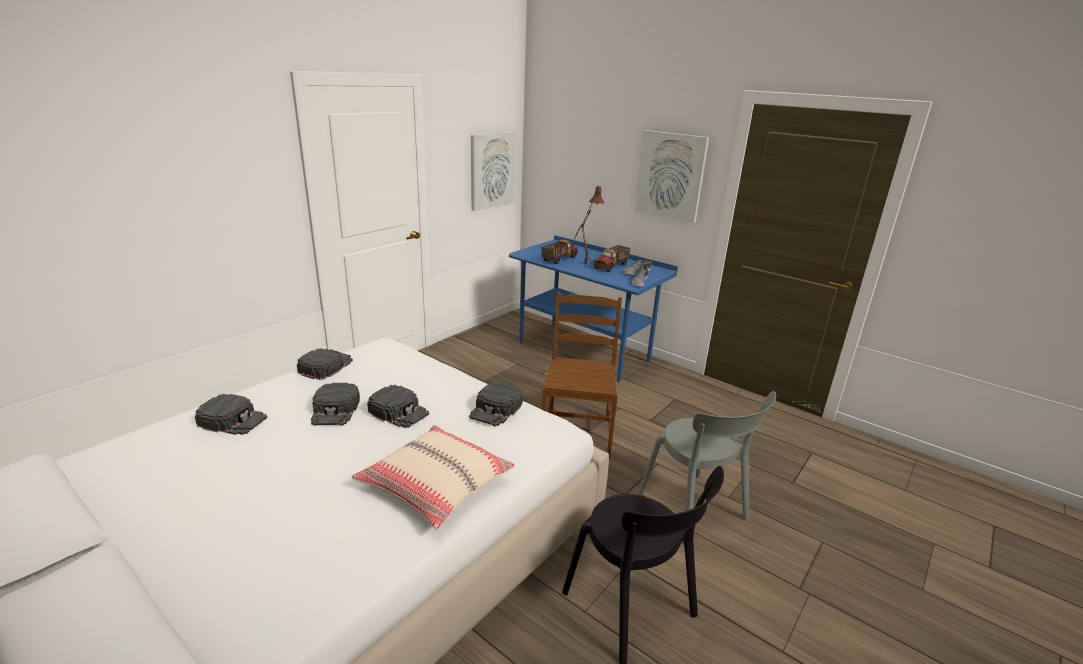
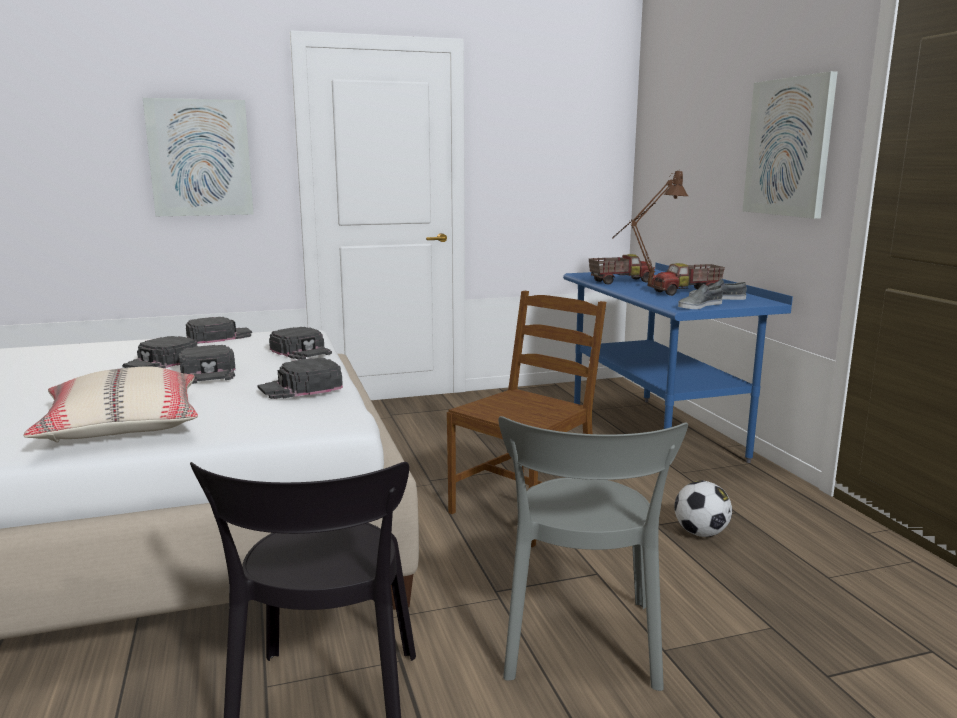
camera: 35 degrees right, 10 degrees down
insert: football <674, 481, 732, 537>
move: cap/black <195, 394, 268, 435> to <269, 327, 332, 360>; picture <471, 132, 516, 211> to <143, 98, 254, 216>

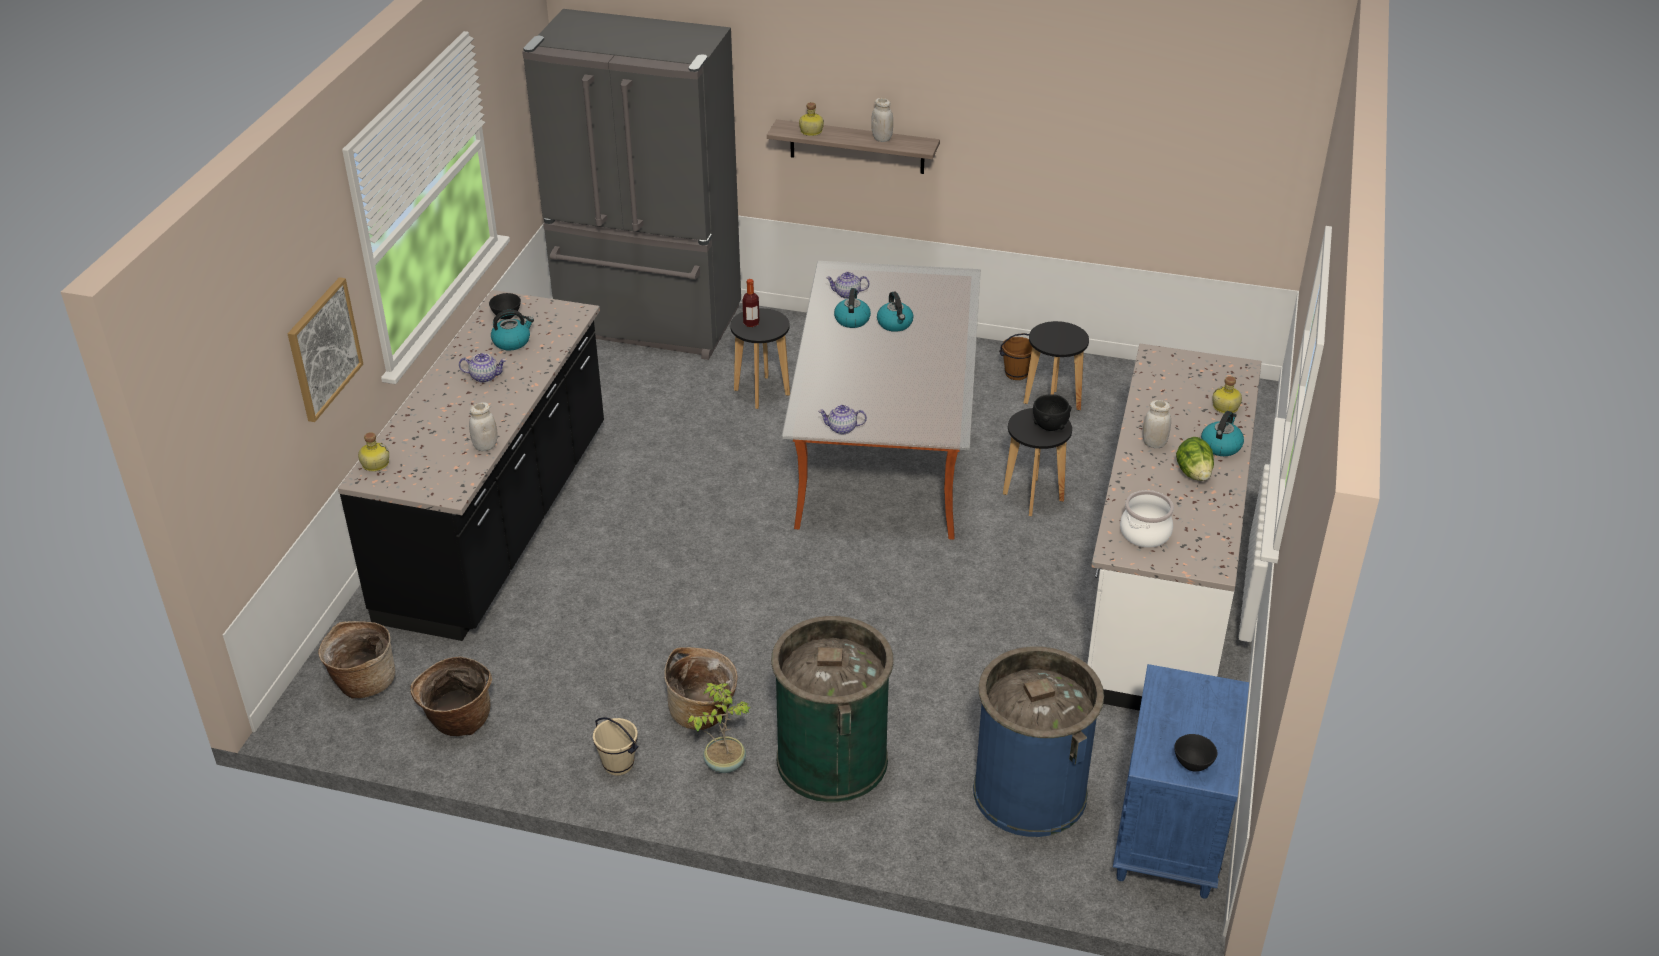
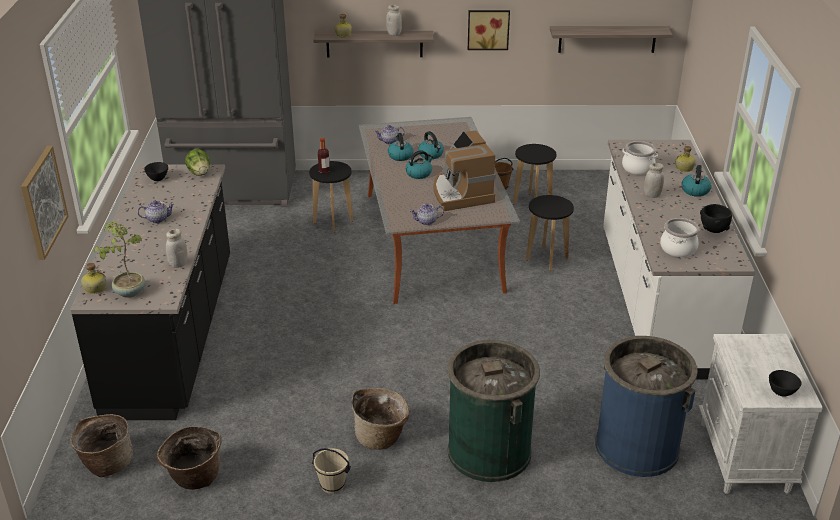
camera: 15 degrees left, 5 degrees down
insert: coffee machine <433, 131, 495, 211>; picture <468, 10, 510, 50>; shelf <550, 26, 673, 53>; cooking pot <622, 141, 658, 175>
move: kettle <491, 310, 534, 350> to <406, 150, 434, 179>; potted plant <687, 683, 750, 773> to <94, 222, 145, 298>; bowl/black <1033, 394, 1072, 431> to <700, 204, 732, 233>; lettuce <1176, 437, 1214, 481> to <185, 149, 210, 176>
recolor: nightstand/blue <1113, 664, 1249, 899> to nightstand/white <699, 334, 822, 494>

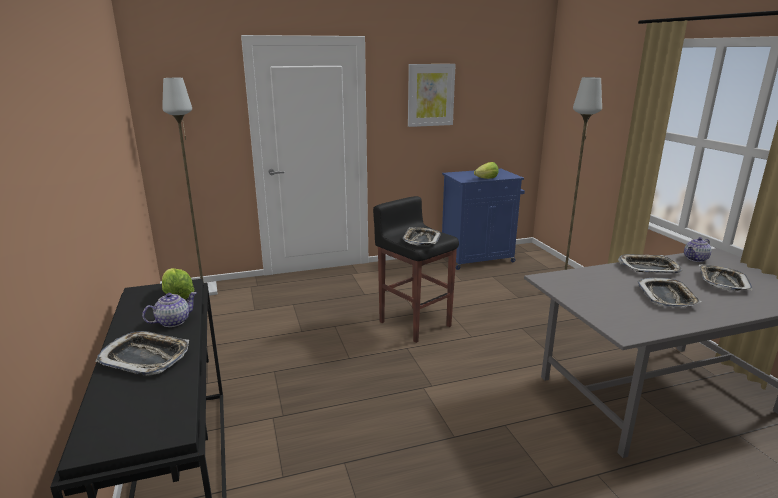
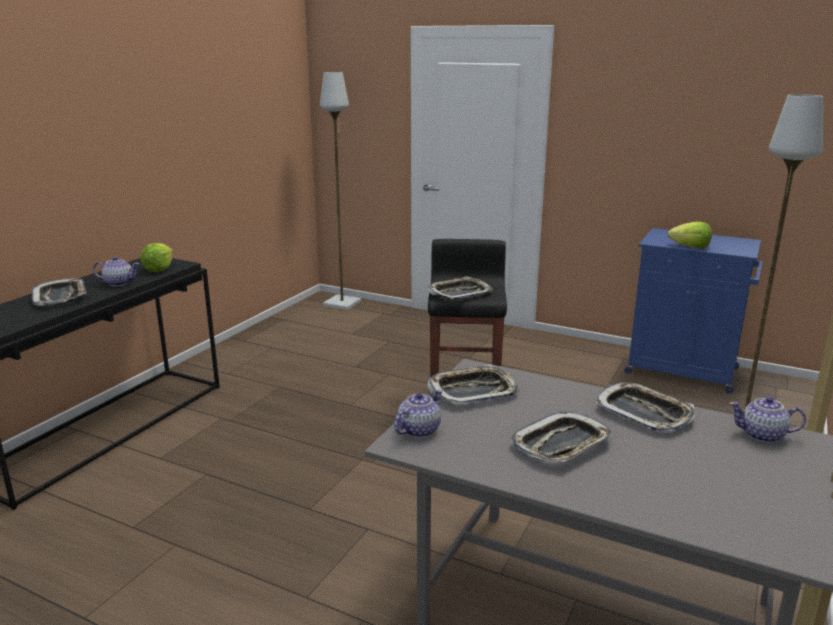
camera: 45 degrees right, 0 degrees up
delete: picture <408, 64, 456, 127>
insert: teapot <394, 390, 443, 438>
move: tray <699, 264, 753, 291> to <427, 365, 519, 404>

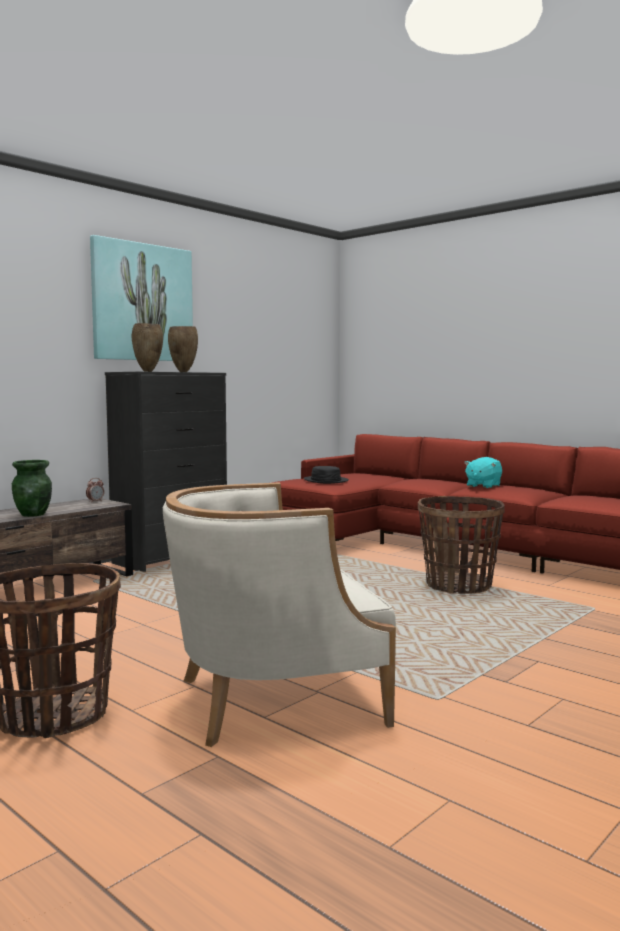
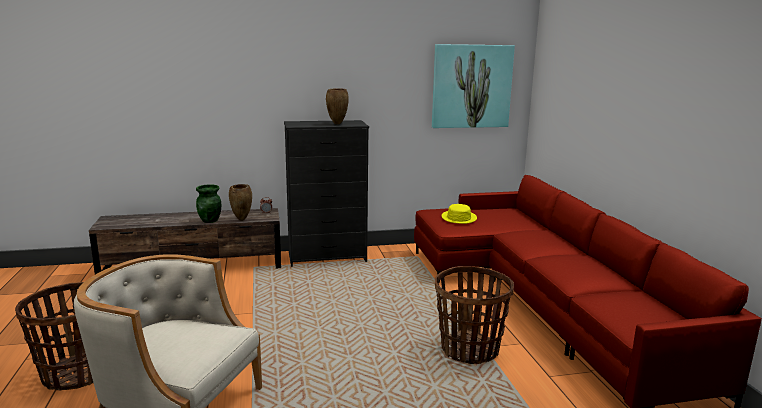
camera: 35 degrees right, 10 degrees up
delete: plush toy/turquoise <464, 457, 502, 488>
move: picture <90, 235, 193, 361> to <432, 44, 515, 128>; vase/brown <132, 323, 163, 372> to <229, 184, 252, 221>
recolor: hat/black <304, 466, 349, 484> to hat/yellow <442, 204, 477, 224>

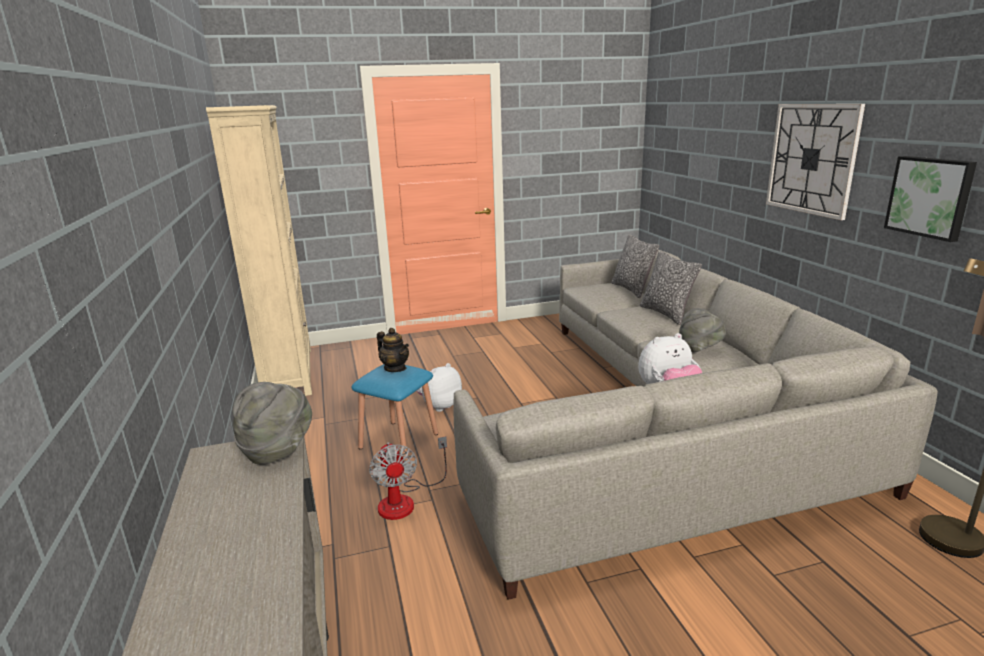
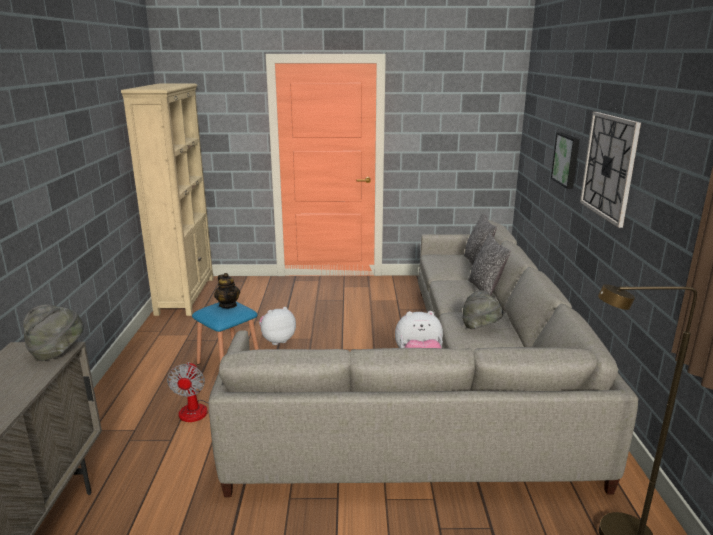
camera: 15 degrees right, 0 degrees up
move: picture <884, 156, 977, 242> to <551, 133, 580, 189>

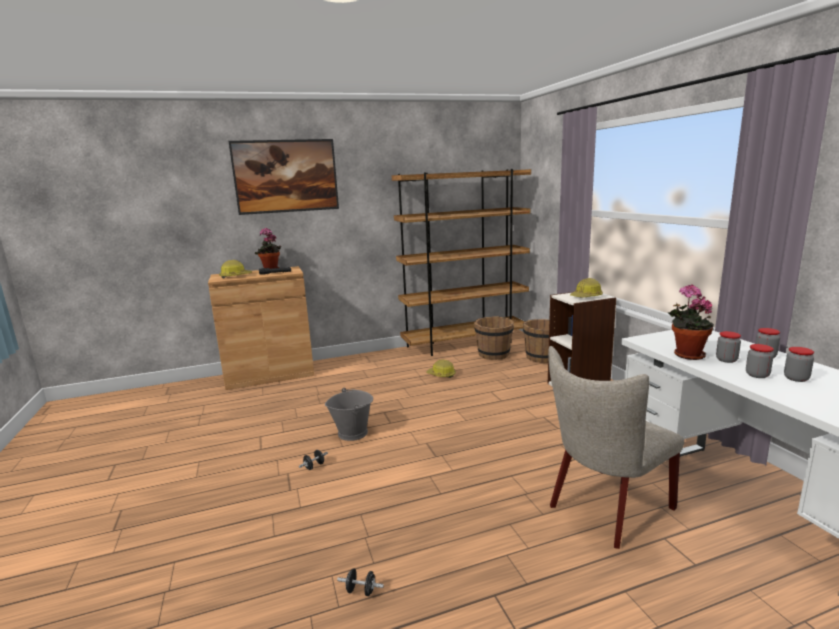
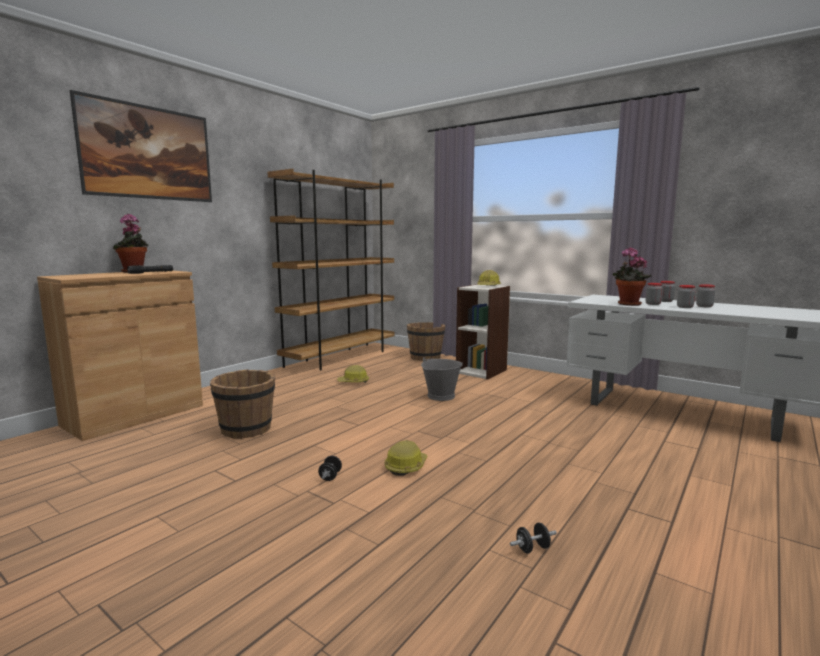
camera: 35 degrees left, 5 degrees down
delete: chair/beige <548, 346, 684, 549>
move: hard hat <219, 260, 252, 278> to <385, 440, 428, 476>; bucket/grey <325, 388, 373, 441> to <421, 357, 463, 401>; bucket/brown <474, 316, 514, 360> to <210, 369, 275, 439>

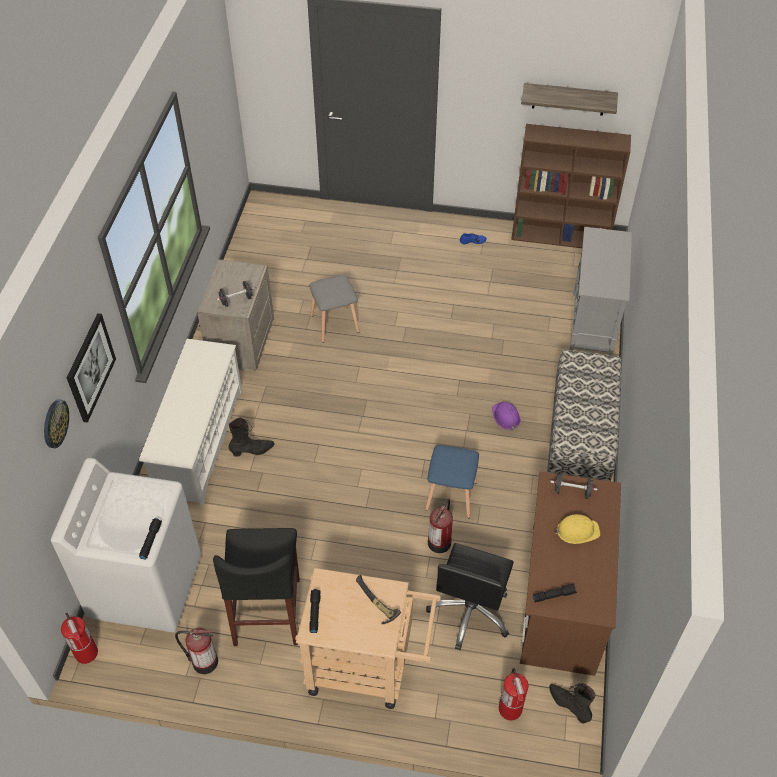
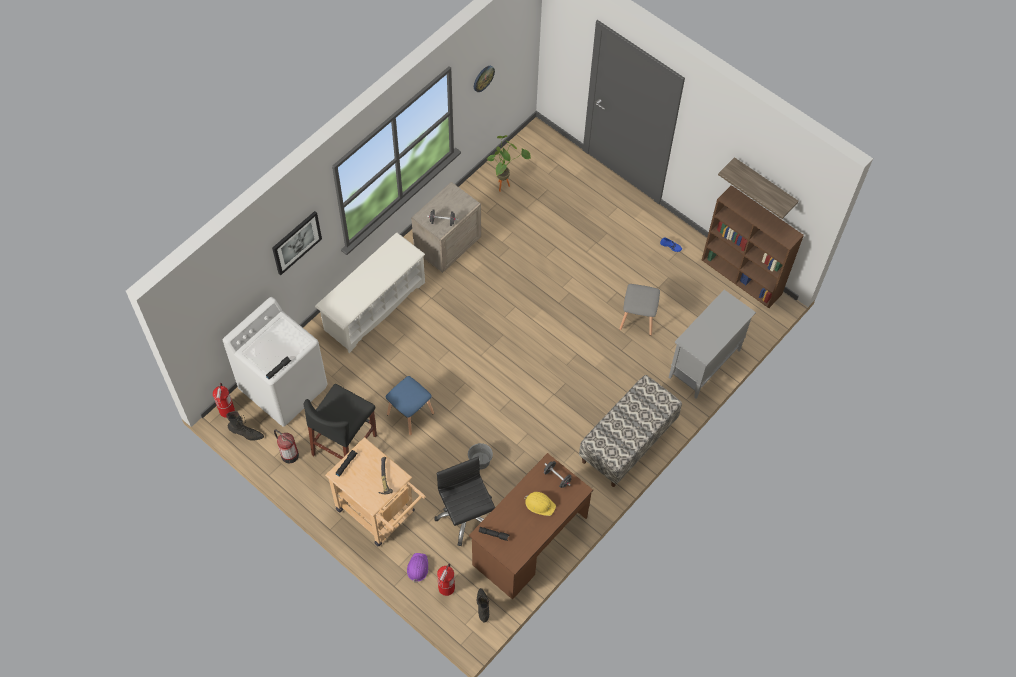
camera: 30 degrees right, 10 degrees up
insert: potted plant <487, 135, 531, 192>
move: wall clock <44, 399, 69, 448> to <474, 66, 495, 92>; boot/black <229, 418, 275, 457> to <226, 411, 264, 441>; stool/grey <309, 274, 360, 343> to <619, 284, 660, 336>; stool/blue <425, 445, 479, 518> to <386, 376, 434, 435>; hard hat/purple <492, 401, 521, 431> to <407, 553, 428, 583>
replace: fire extinguisher <428, 498, 453, 553> to bucket/grey <468, 443, 493, 469>
rotate: office chair/black <426, 543, 514, 650> = <434, 457, 495, 546> 105 degrees clockwise

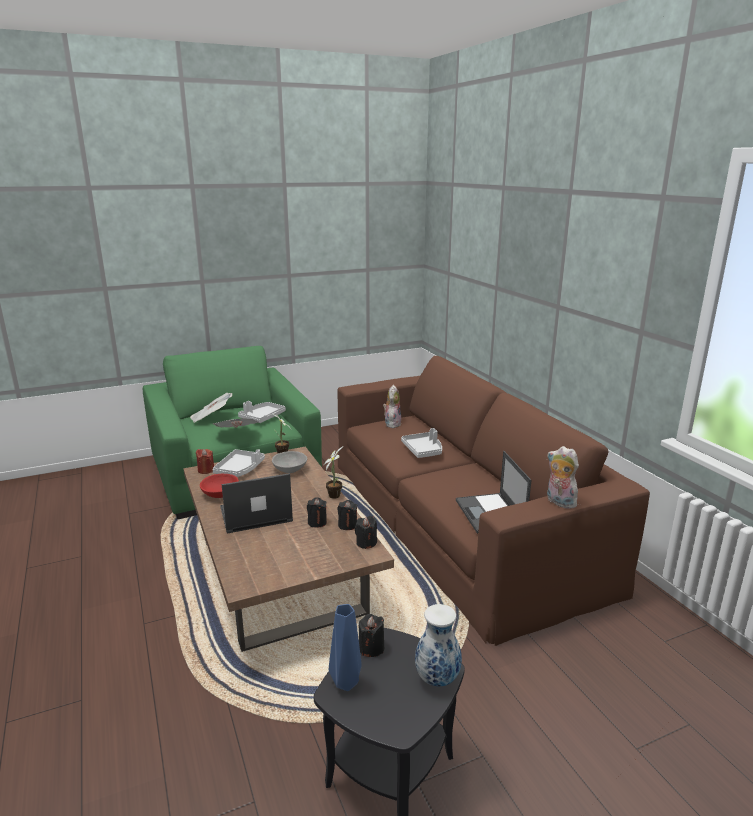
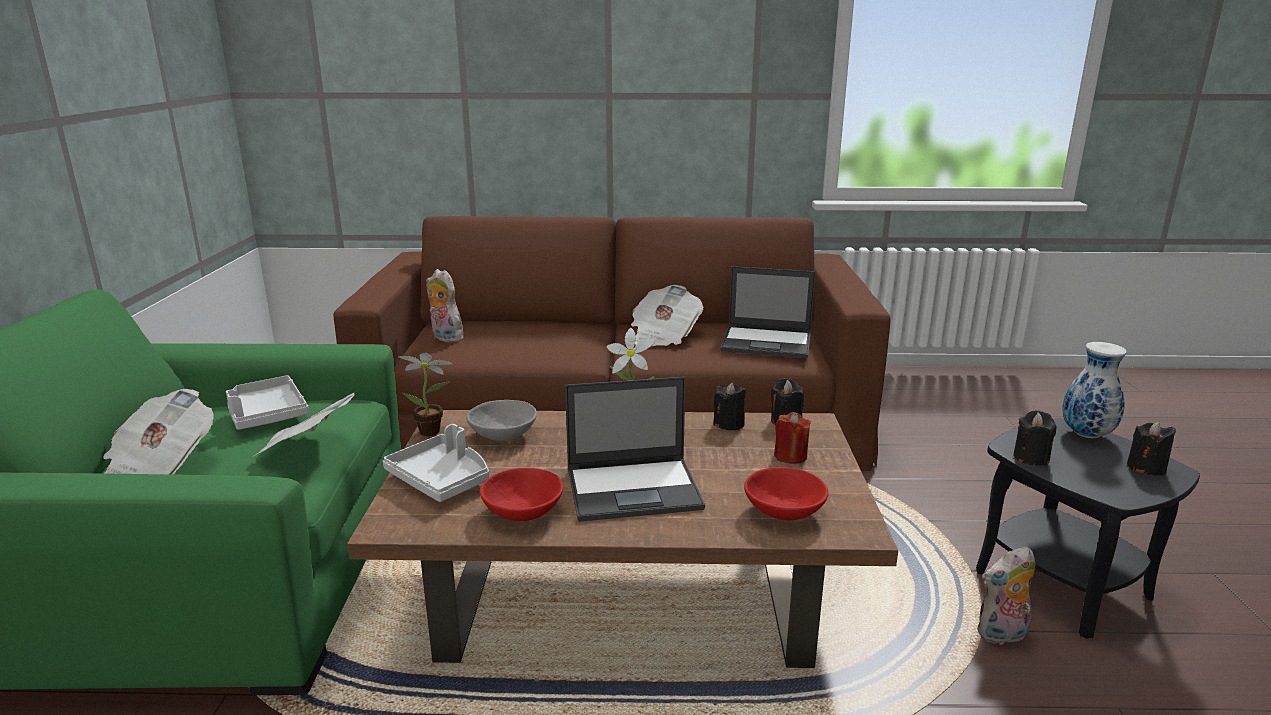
camera: 65 degrees left, 0 degrees up
delete: vase/blue <329, 604, 362, 691>; tray/grey <401, 428, 442, 458>
insert: newspaper <631, 285, 703, 347>; bowl/red <744, 467, 828, 520>
move: candle/red <196, 449, 214, 474> to <774, 412, 811, 464>; candle/black <307, 497, 327, 528> to <1127, 422, 1176, 476>; plush toy <547, 446, 580, 509> to <977, 546, 1035, 645>
rotate: laptop <220, 473, 293, 533> = <565, 377, 705, 522> 105 degrees counterclockwise

